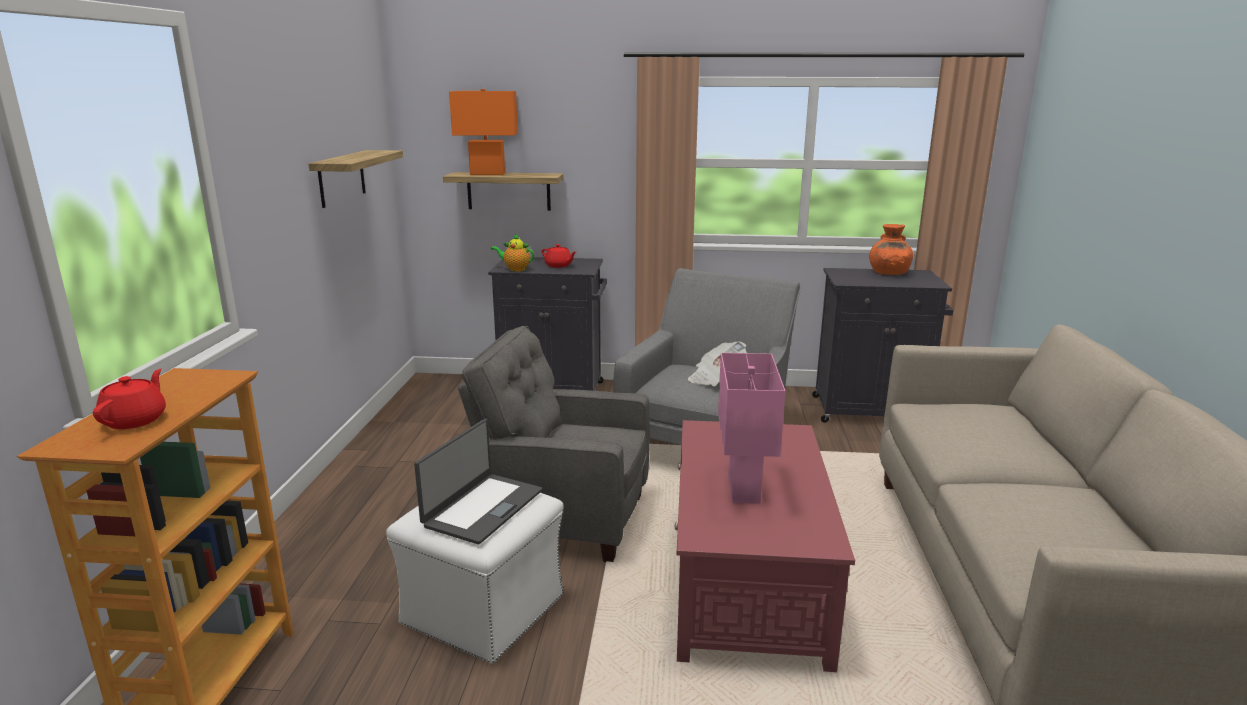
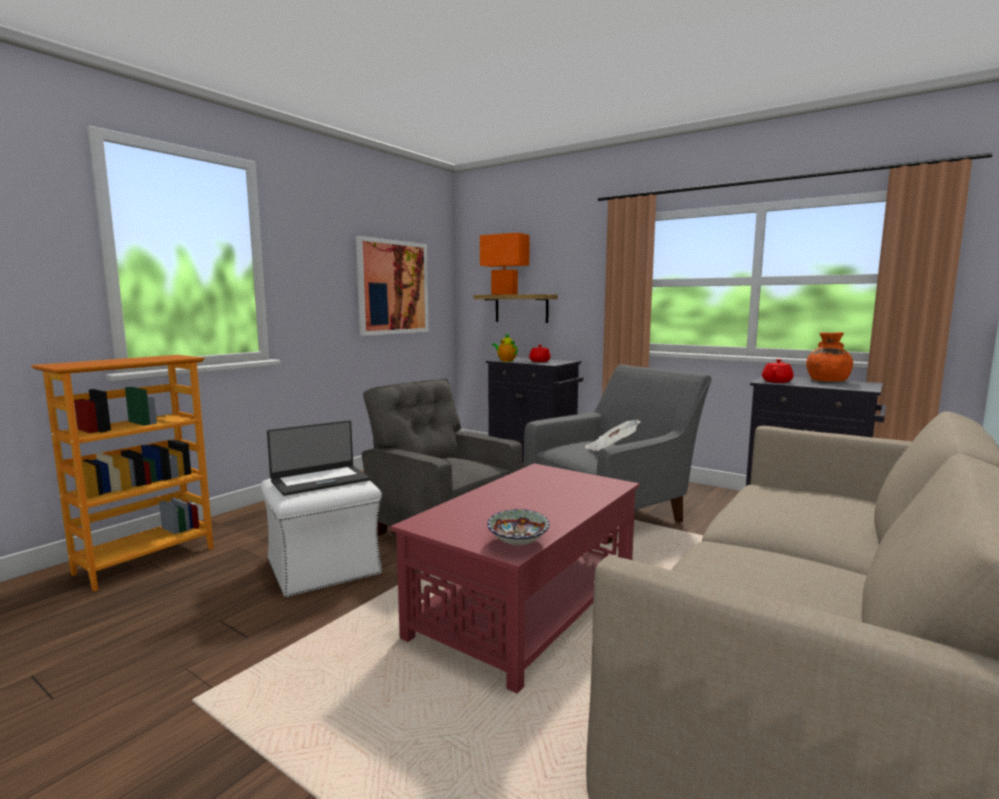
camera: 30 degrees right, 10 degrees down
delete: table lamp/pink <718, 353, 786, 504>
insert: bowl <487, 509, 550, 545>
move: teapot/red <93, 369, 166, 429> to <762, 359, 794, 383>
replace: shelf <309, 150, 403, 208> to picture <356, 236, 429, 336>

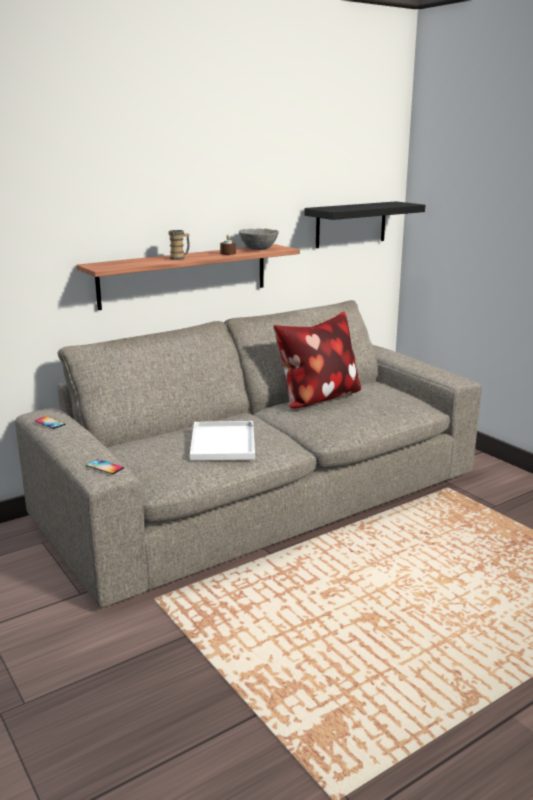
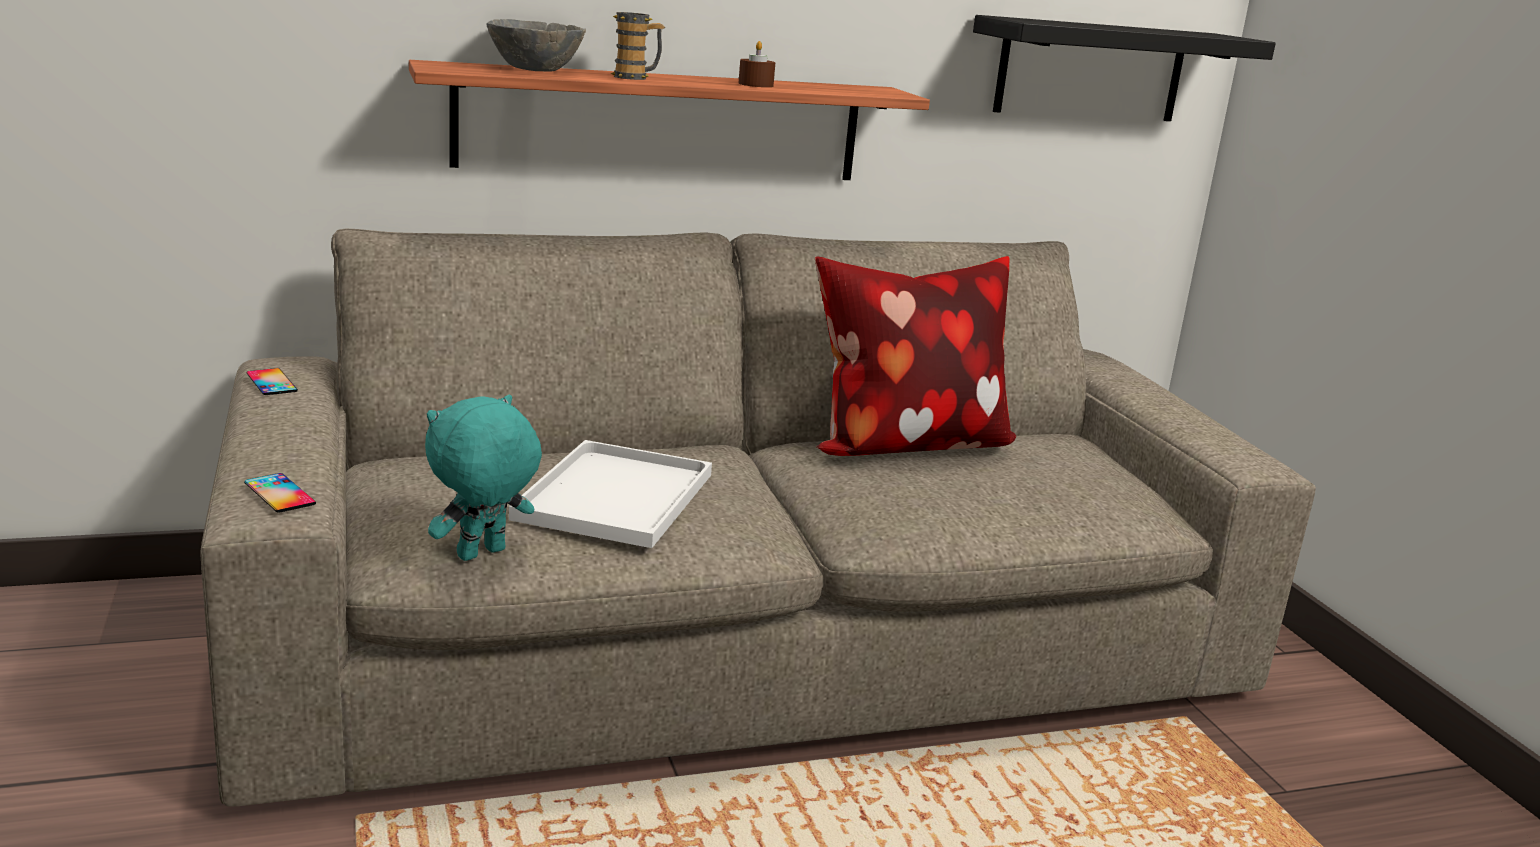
camera: 15 degrees right, 0 degrees up
insert: plush toy/turquoise <425, 395, 542, 561>
move: bowl/grey <239, 228, 279, 250> to <487, 19, 586, 72>

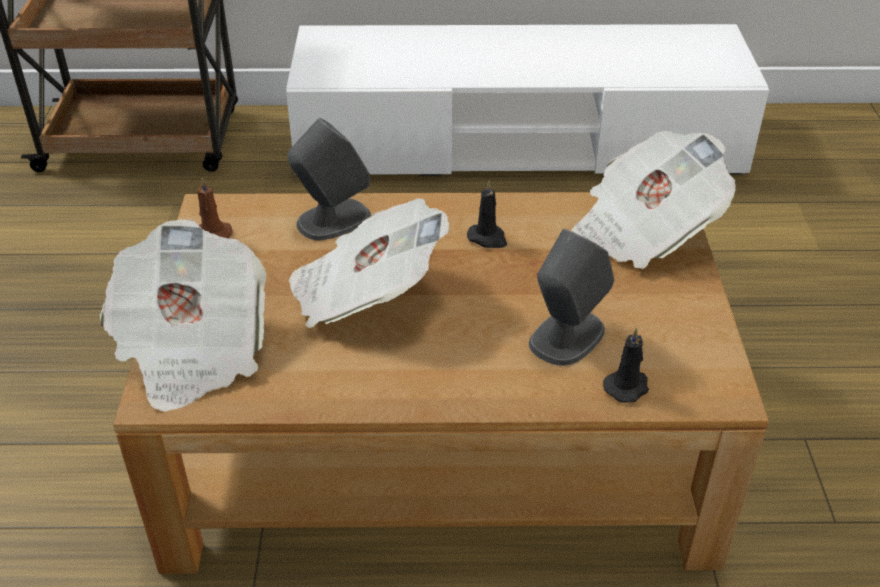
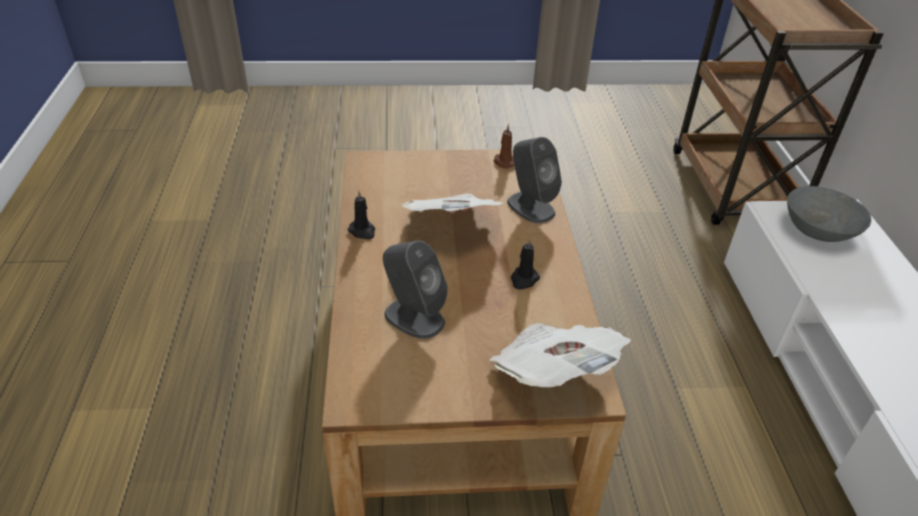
camera: 85 degrees right, 0 degrees up
delete: newspaper <99, 219, 267, 412>
insert: bowl/grey <787, 186, 871, 242>
move: candle/black <603, 327, 649, 403> to <348, 191, 375, 239>

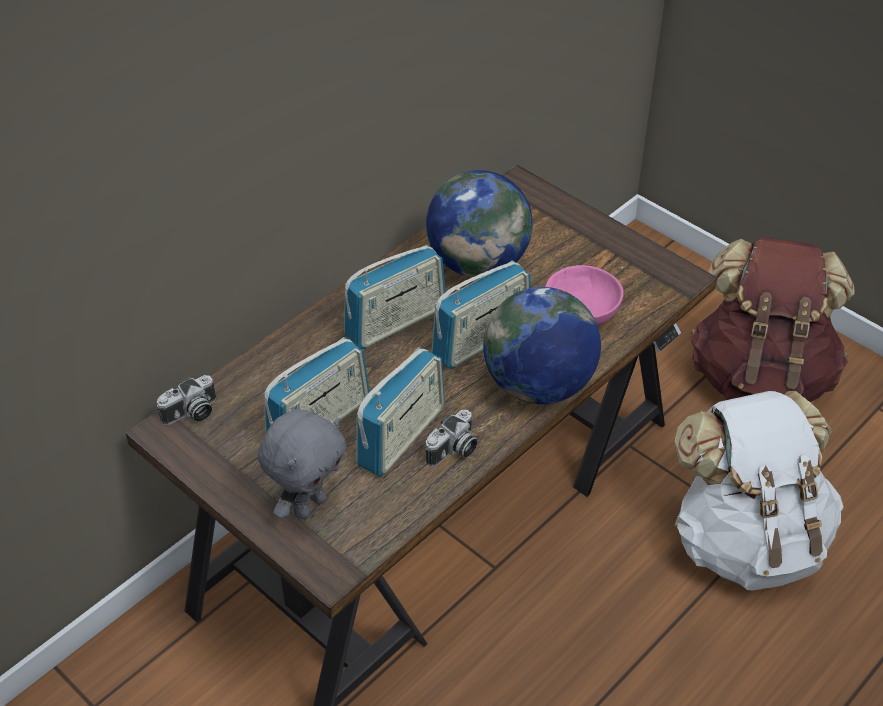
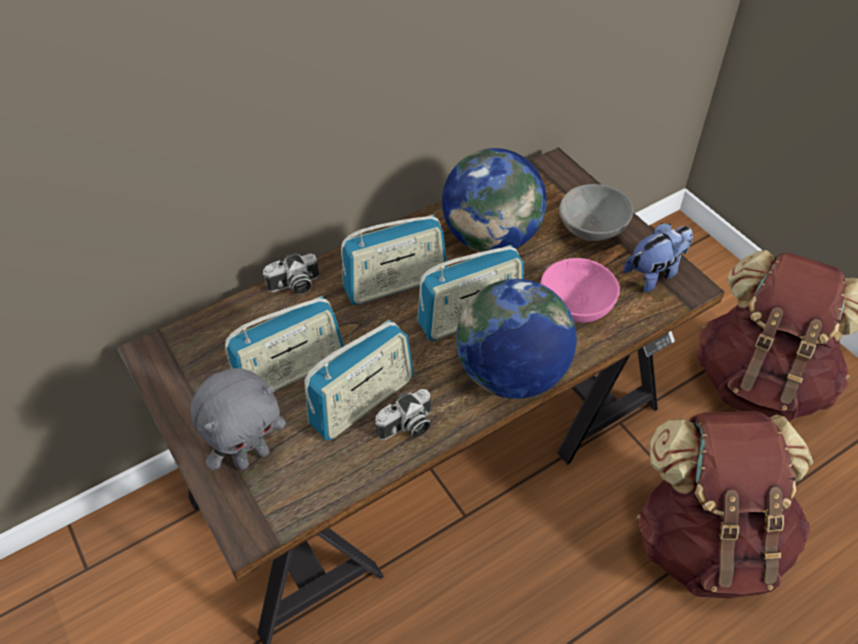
camera: 15 degrees right, 5 degrees up
insert: bowl/grey <559, 184, 633, 241>; plush toy <623, 223, 693, 292>
move: photo camera <157, 375, 216, 425> to <263, 253, 320, 294>
recolor: backpack/white <674, 391, 843, 590> to backpack/brown <636, 411, 813, 598>

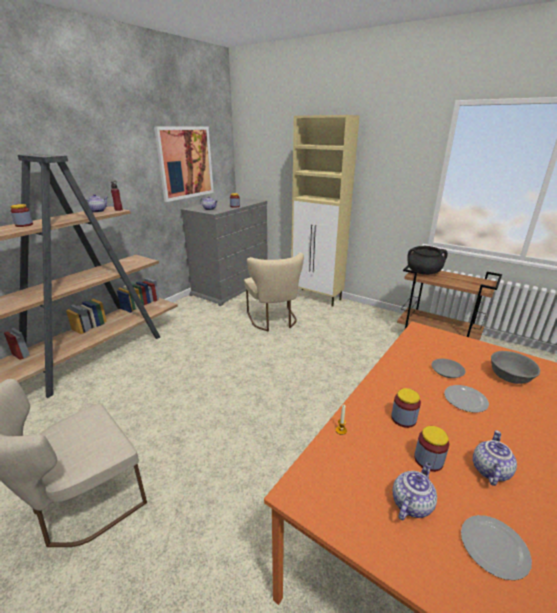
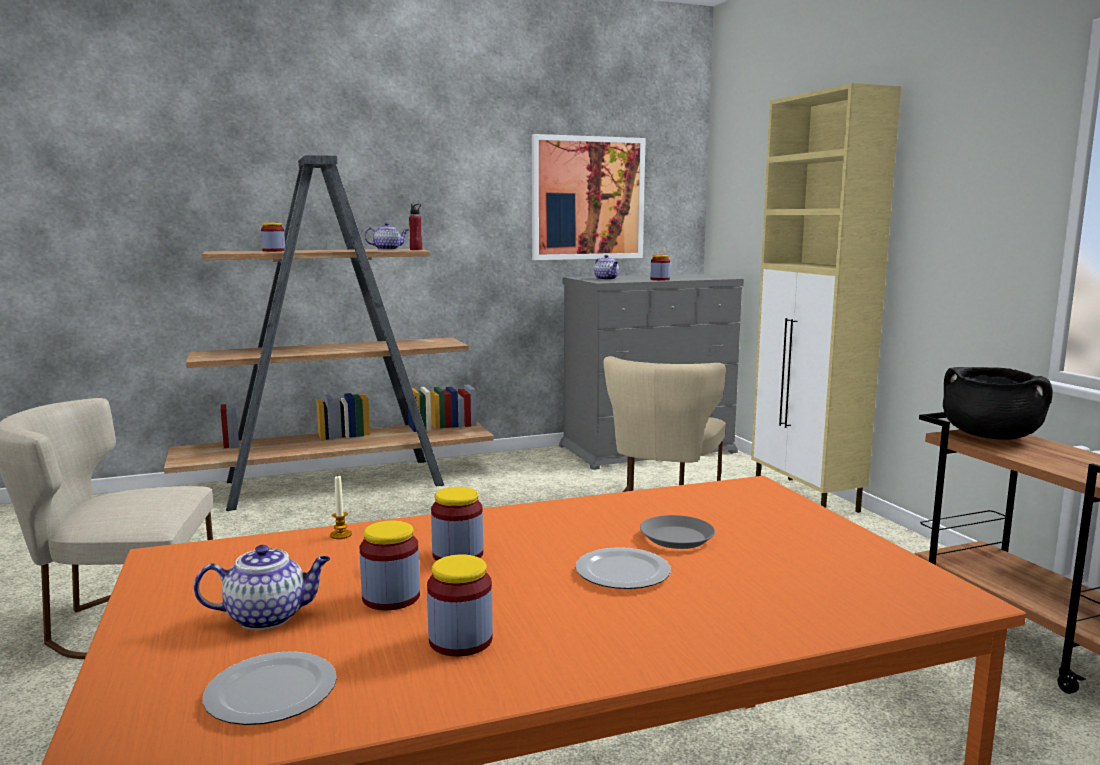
camera: 35 degrees right, 15 degrees down
delete: bowl/grey <491, 351, 540, 384>
replace: teapot <473, 430, 517, 486> to jar <427, 554, 493, 657>

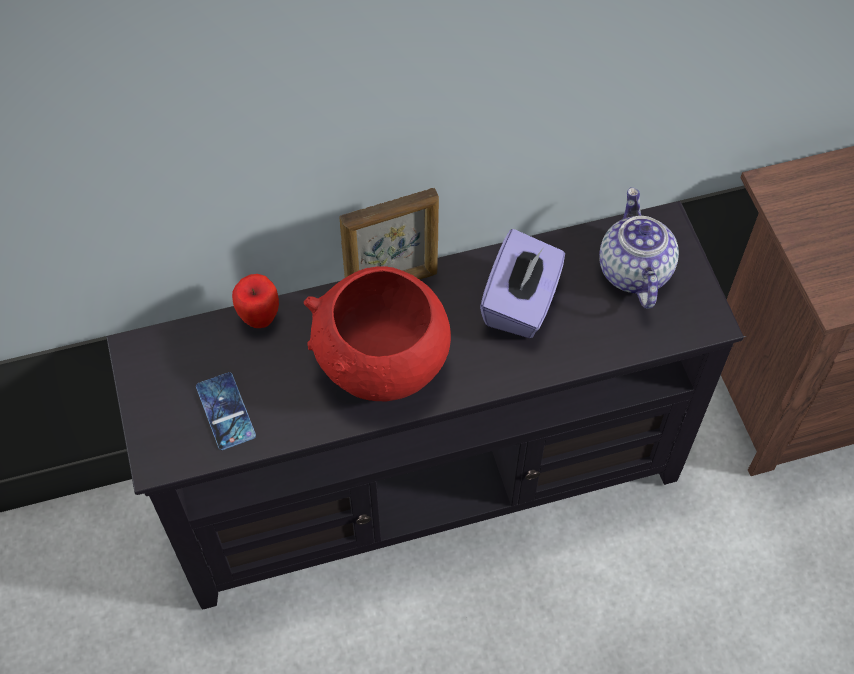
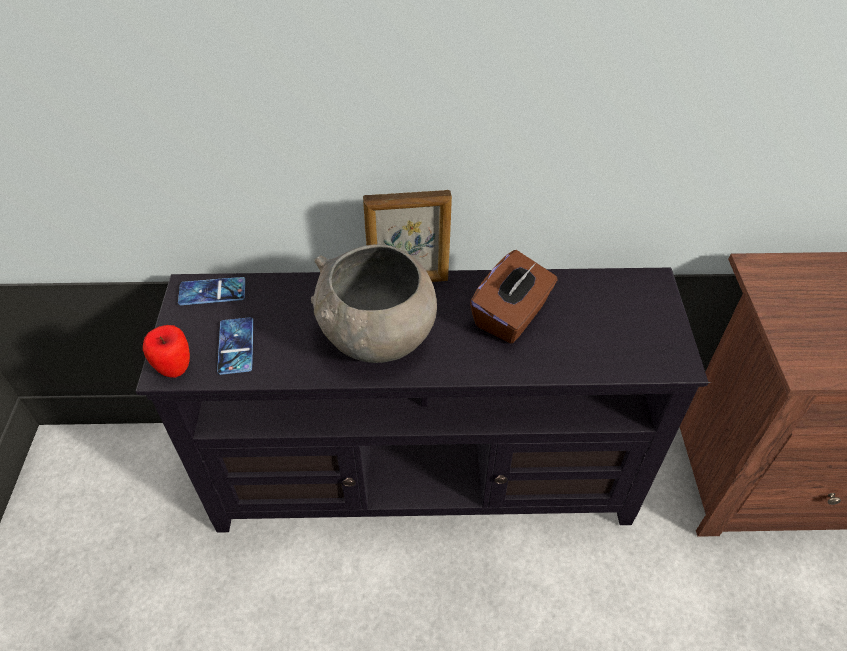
camera: 15 degrees right, 10 degrees down
delete: teapot <599, 188, 679, 309>
insert: phone <178, 277, 245, 305>
move: apple <232, 274, 279, 328> to <143, 325, 190, 378>
recolor: bowl/red <304, 266, 451, 401> to bowl/grey <311, 244, 437, 363>; tissue box/purple <480, 229, 565, 338> to tissue box/brown <470, 250, 558, 343>

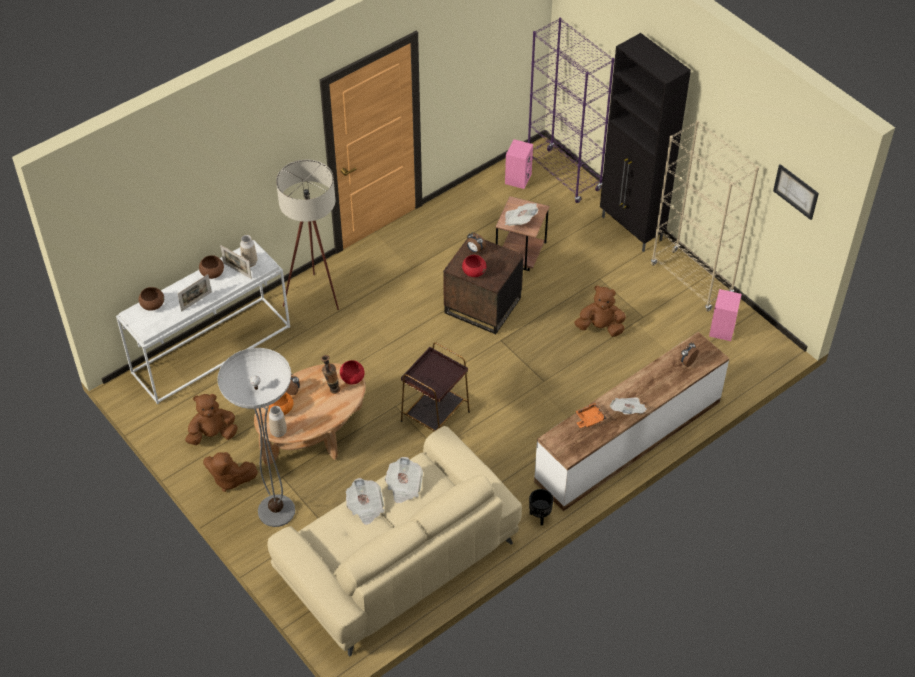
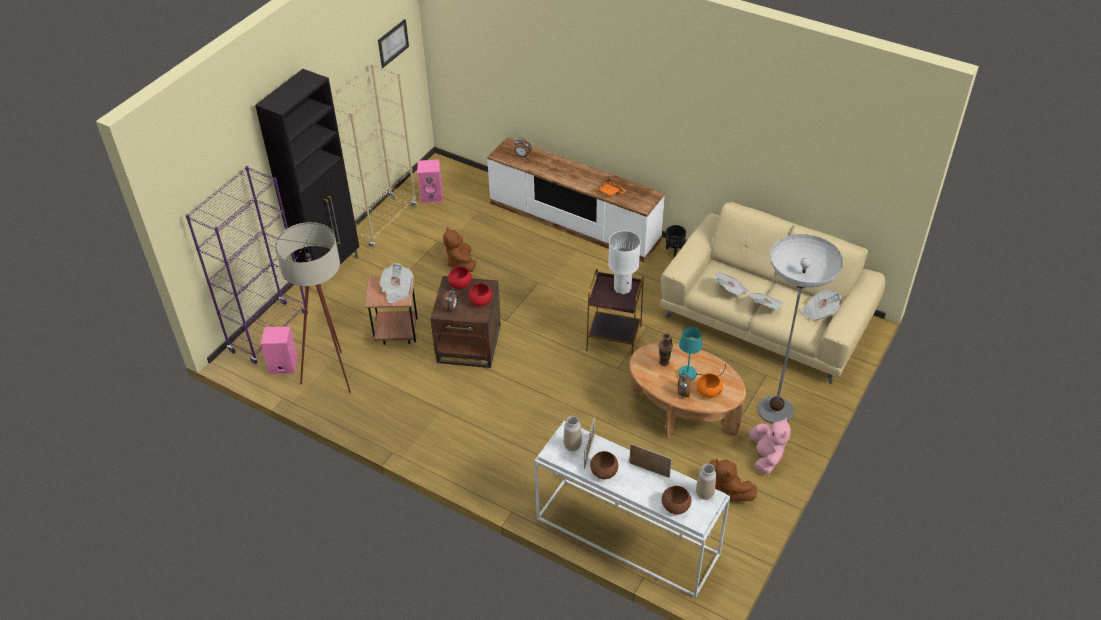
camera: 110 degrees left, 5 degrees down
insert: table lamp/white <608, 231, 641, 294>; table lamp/turquoise <679, 327, 726, 381>
move: vase <269, 406, 287, 437> to <696, 464, 716, 500>; floor lamp/beige <276, 159, 339, 310> to <275, 222, 351, 393>; bowl/red <340, 360, 365, 384> to <448, 267, 472, 289>; newspaper <609, 397, 647, 414> to <801, 289, 842, 322>
recolor: plush toy/brown <203, 452, 258, 492> to plush toy/pink <749, 417, 791, 474>

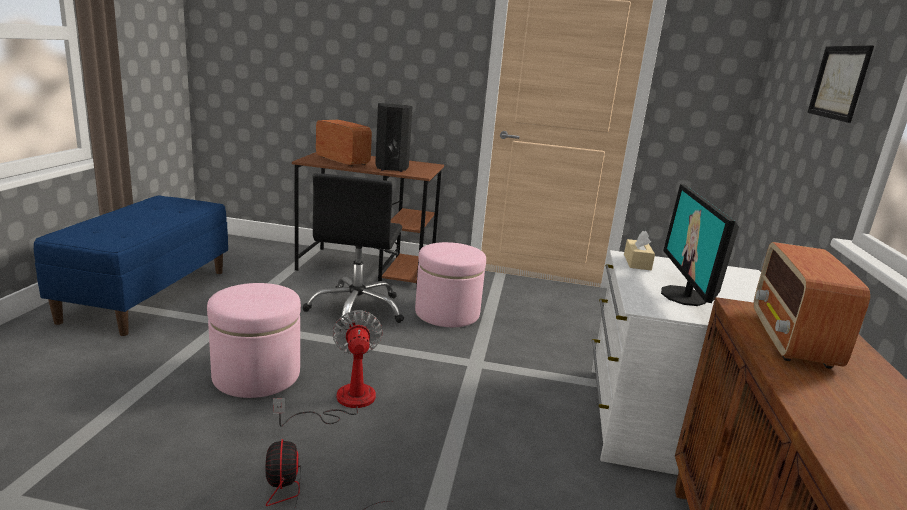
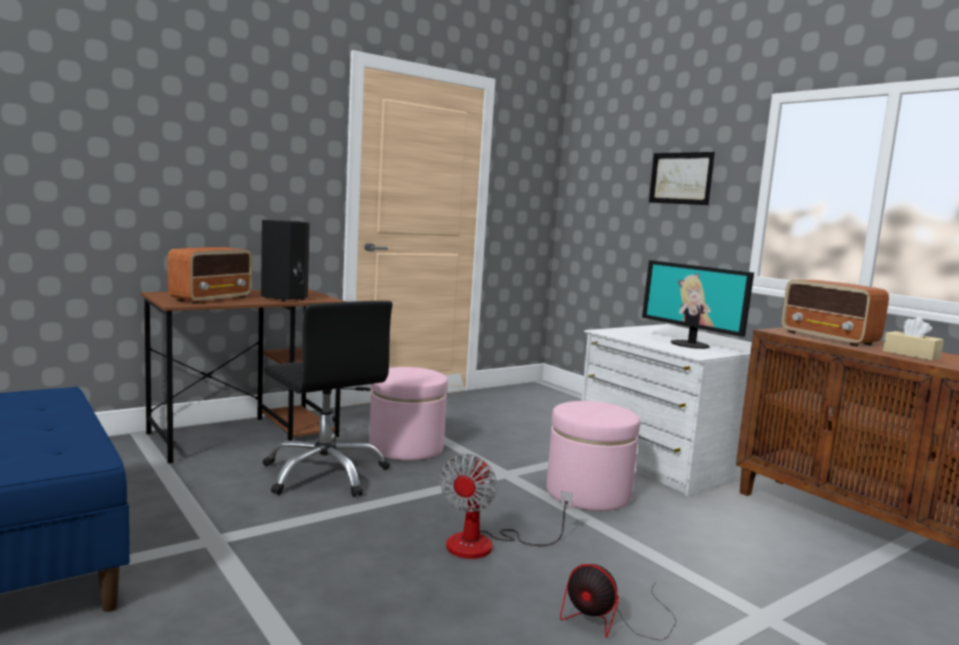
camera: 45 degrees left, 10 degrees down
move: ottoman/pink <207, 283, 301, 398> to <547, 401, 640, 511>; tissue box/beige <624, 230, 655, 270> to <883, 317, 944, 361>
rotate: fan <273, 310, 383, 427> = <439, 453, 573, 559> 105 degrees counterclockwise; radio <316, 120, 372, 167> = <167, 247, 252, 304> 120 degrees clockwise

